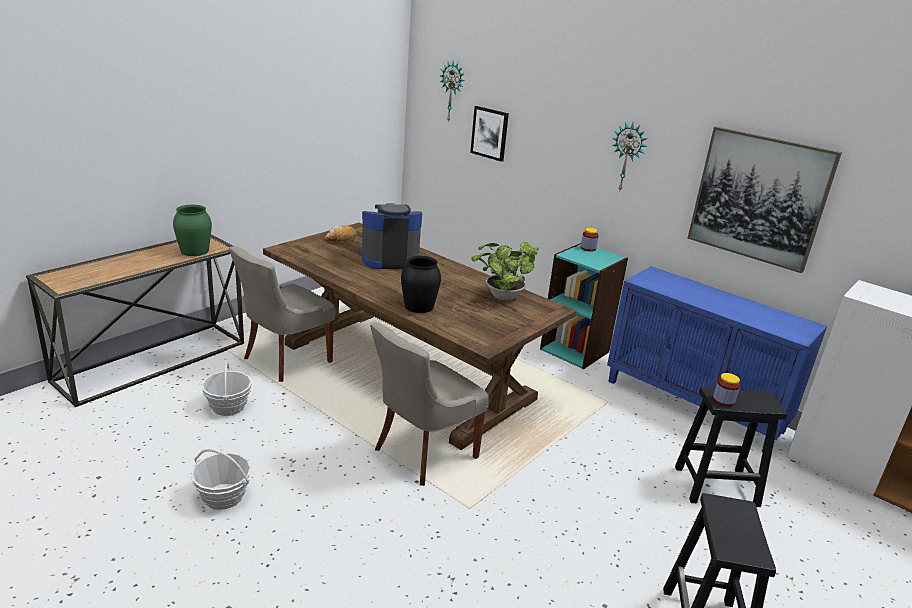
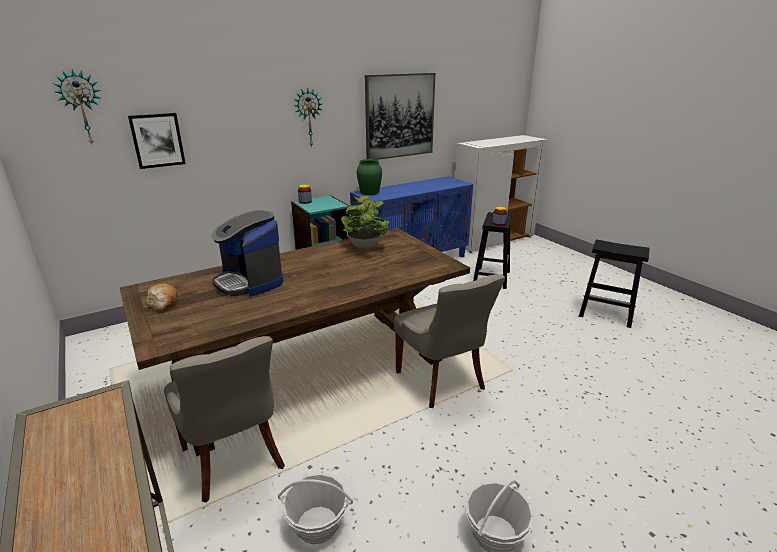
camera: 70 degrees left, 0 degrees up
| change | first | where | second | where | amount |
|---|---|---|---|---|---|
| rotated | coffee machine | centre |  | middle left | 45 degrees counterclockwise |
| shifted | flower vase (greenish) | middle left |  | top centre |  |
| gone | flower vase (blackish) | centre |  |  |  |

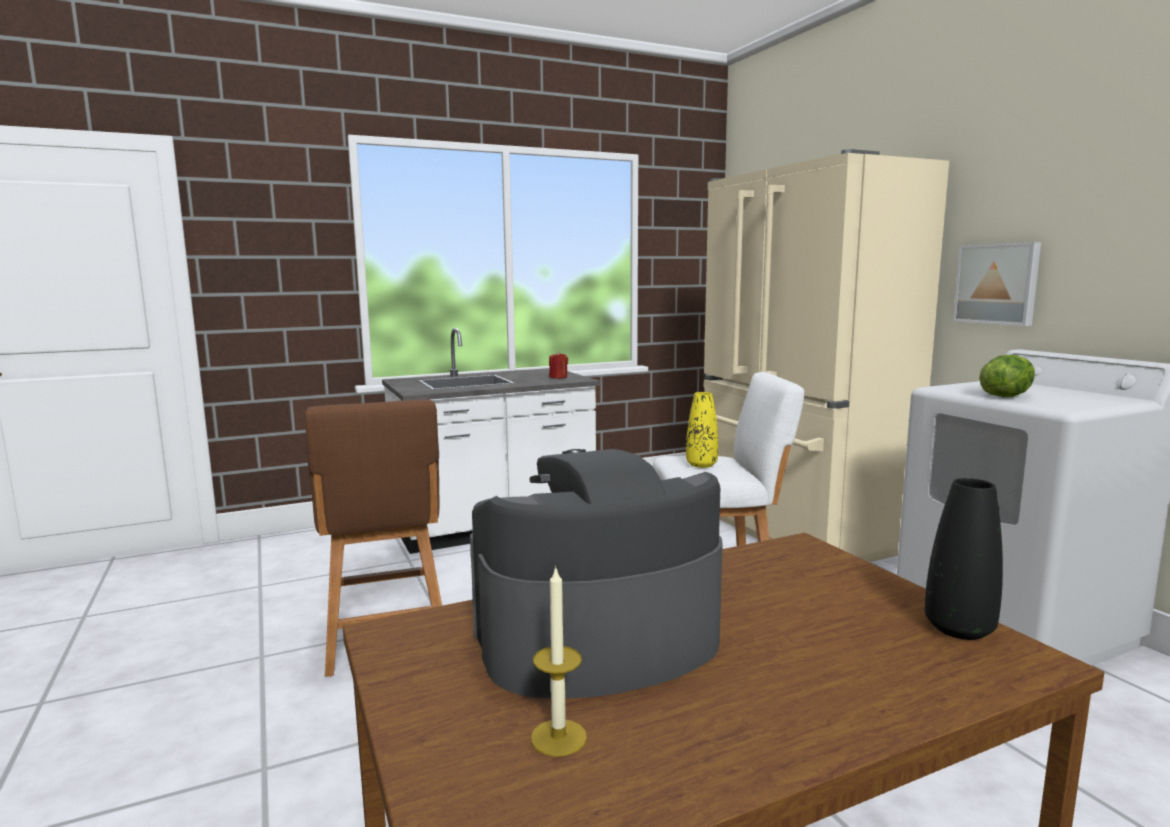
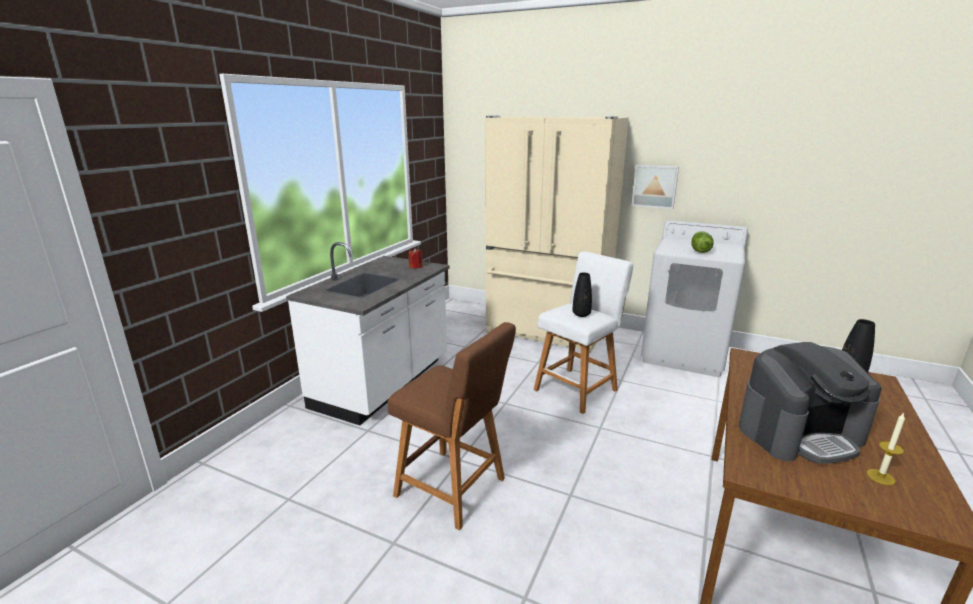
camera: 40 degrees left, 10 degrees up
| change | first | where | second | where | amount |
|---|---|---|---|---|---|
| repainted | flower vase (yellow-coloured) | centre | flower vase (blackish) (no. 1 from left) | centre |  |
| rotated | coffee machine | bottom centre |  | bottom right | 135 degrees counterclockwise |

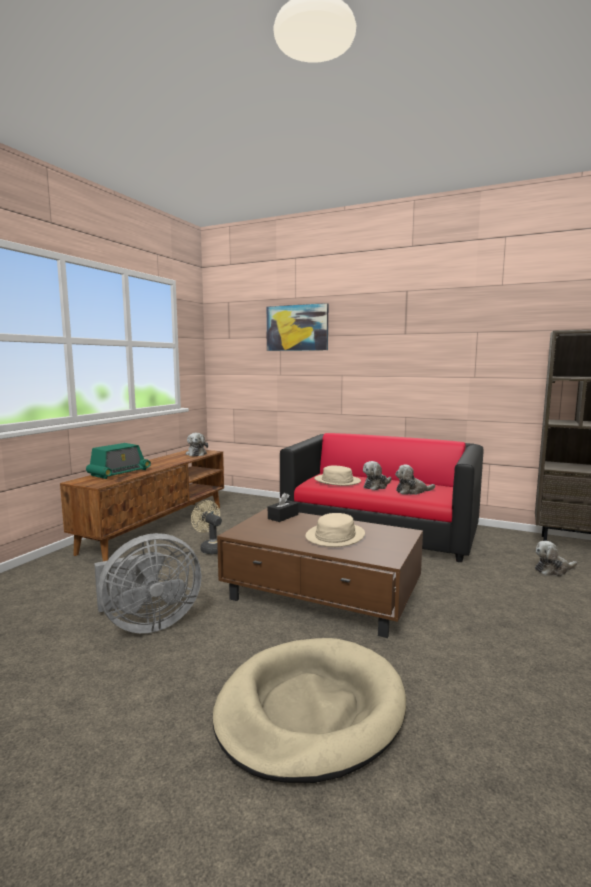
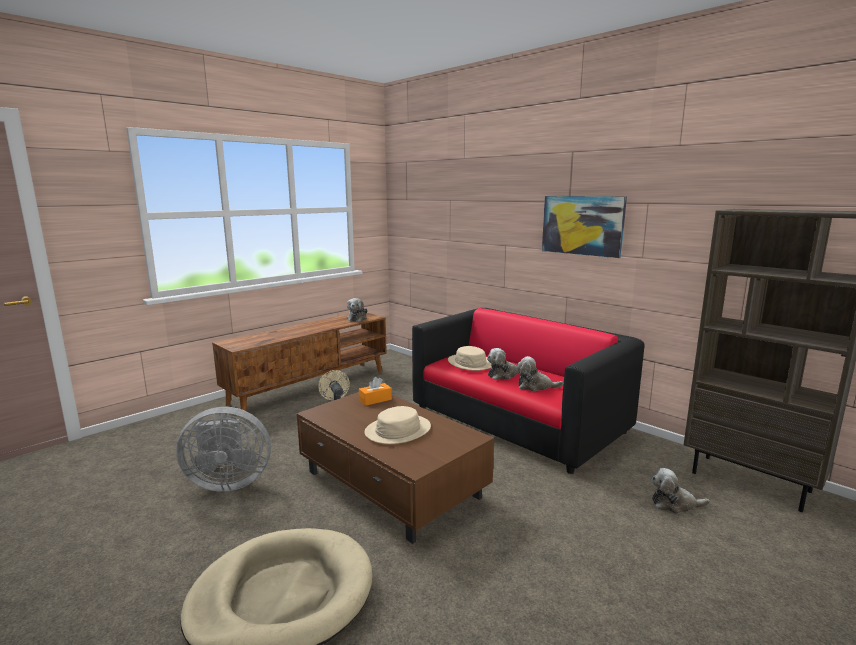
camera: 20 degrees right, 5 degrees up
| change | first | where | second | where | amount |
|---|---|---|---|---|---|
| shifted | picture | centre |  | middle right |  |
| gone | radio | middle left |  |  |  |
| repainted | tissue box (blackish) | centre | tissue box (orange-coloured) | centre |  |

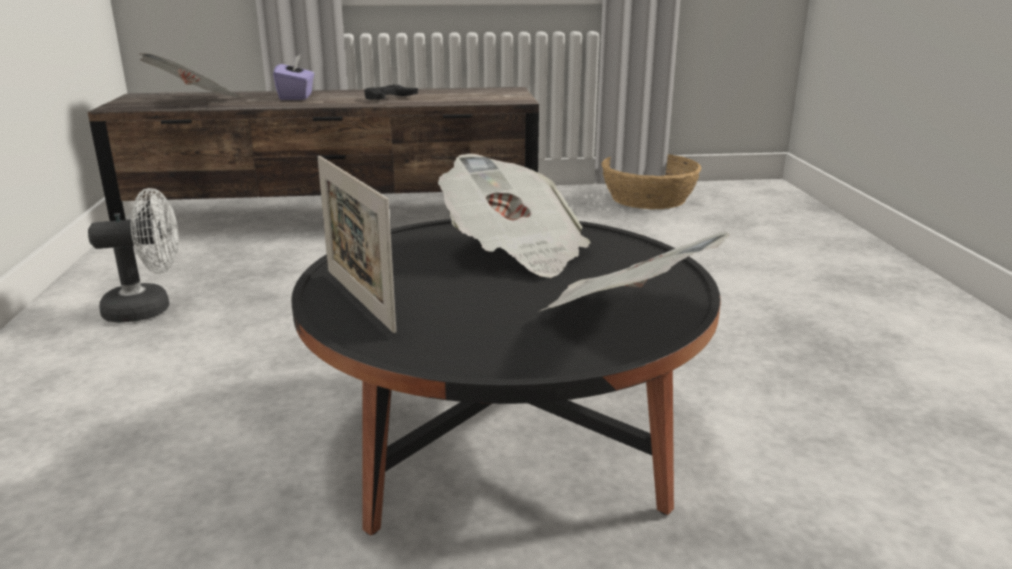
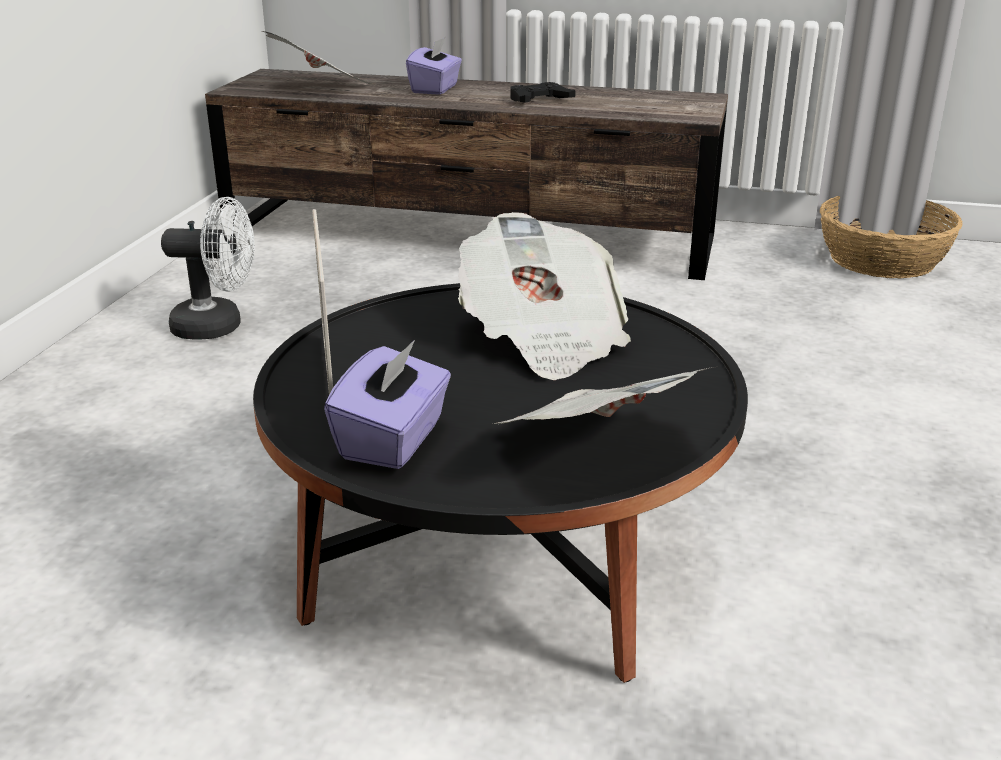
camera: 20 degrees right, 5 degrees up
| change | first | where | second | where | amount |
|---|---|---|---|---|---|
| new |  |  | tissue box (purple) (no. 1 from left) | centre |  |

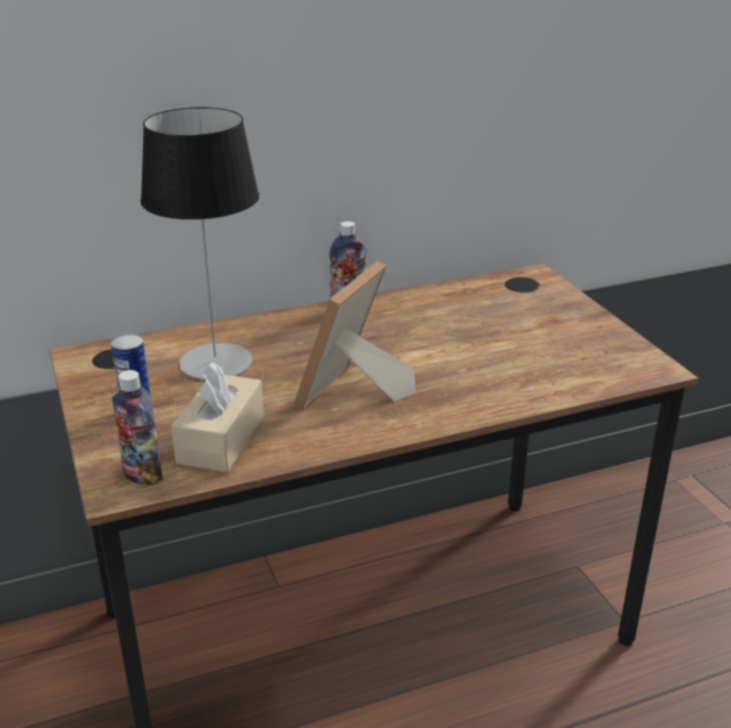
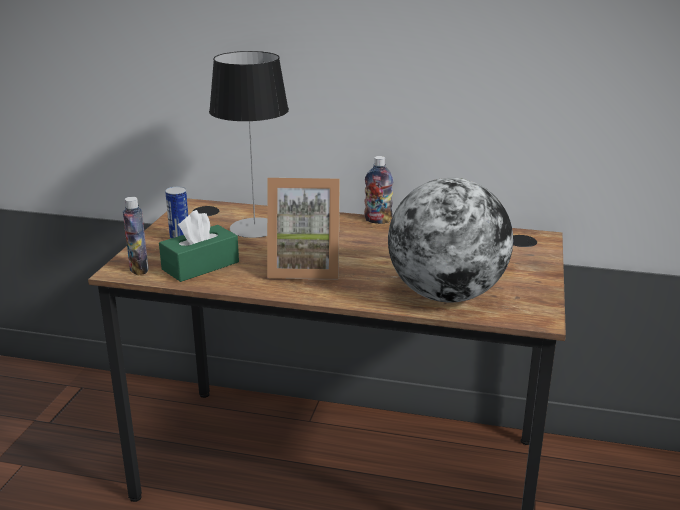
camera: 35 degrees right, 5 degrees down
| change | first | where | second | where | amount |
|---|---|---|---|---|---|
| rotated | photo frame | centre |  | centre | 150 degrees counterclockwise |
| repainted | tissue box (beige) | middle left | tissue box (greenish) | middle left |  |
| new |  |  | globe | centre |  |

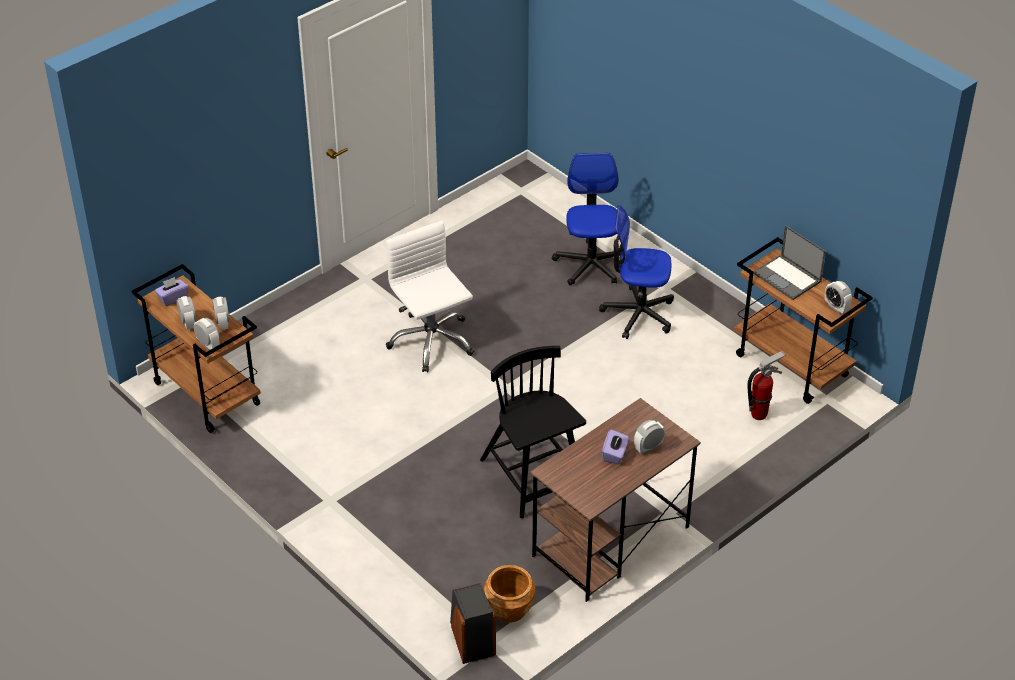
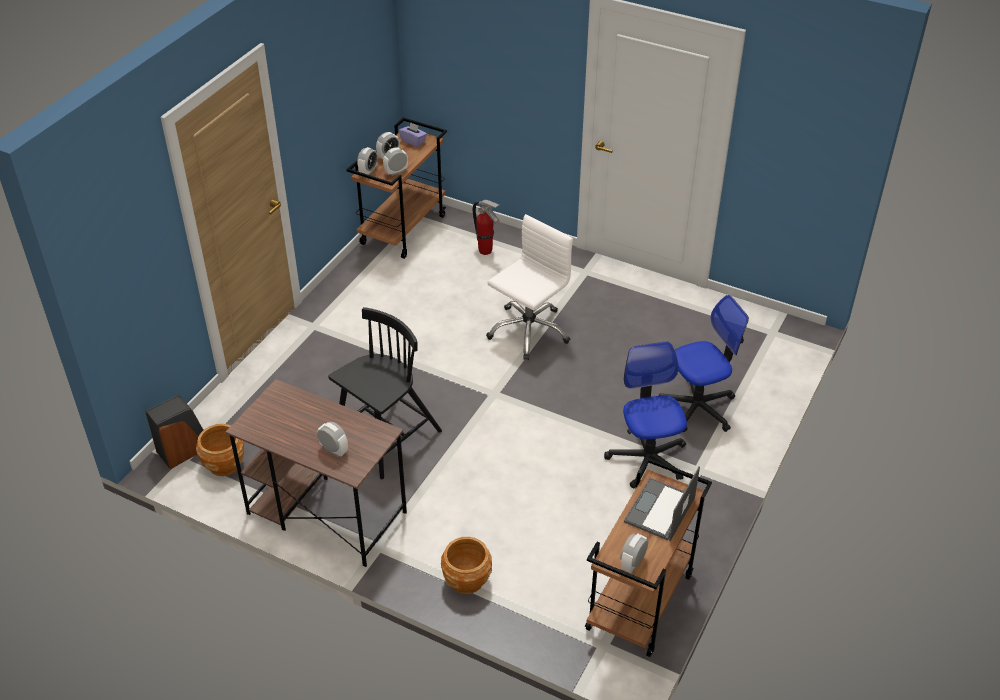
camera: 70 degrees right, 0 degrees up
| change | first | where | second | where | amount |
|---|---|---|---|---|---|
| shifted | extinguisher | middle right |  | top centre |  |
| gone | tissue box (purple) (no. 2 from left) | centre |  |  |  |
| new |  |  | planter (brown) (no. 2 from left) | bottom centre |  |

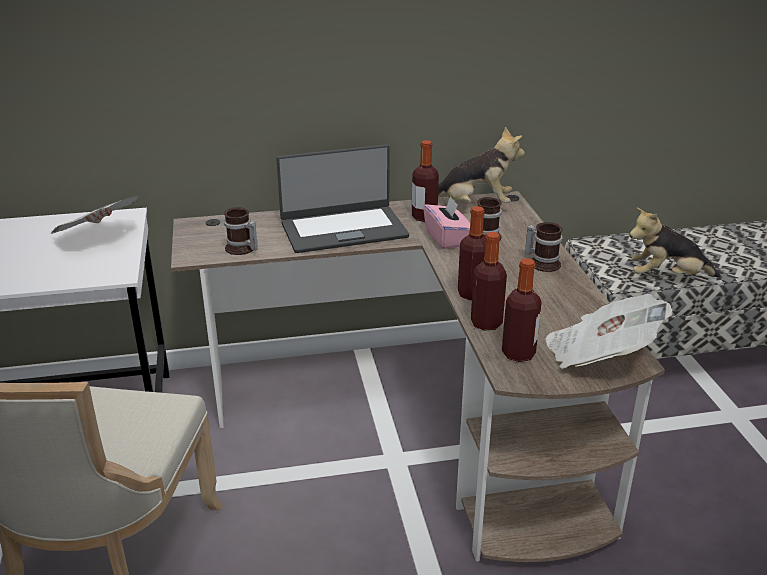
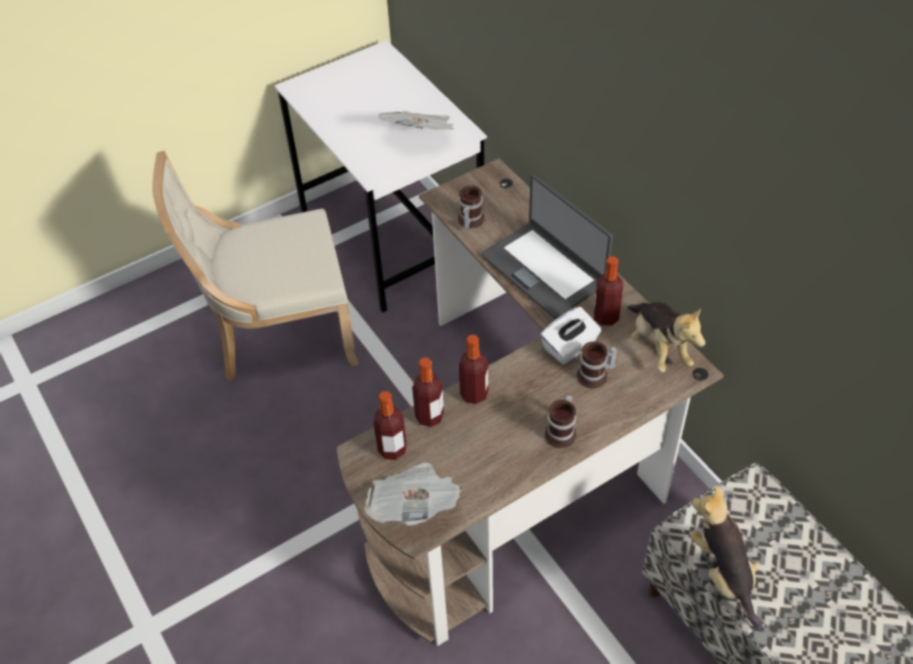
camera: 70 degrees right, 20 degrees up
| change | first | where | second | where | amount |
|---|---|---|---|---|---|
| repainted | tissue box (pink) | centre | tissue box (white-coloured) | centre |  |

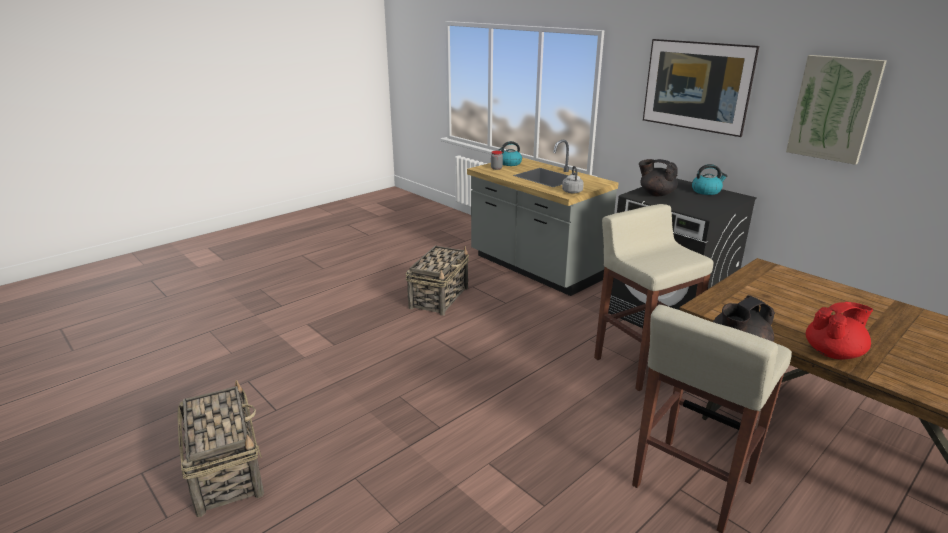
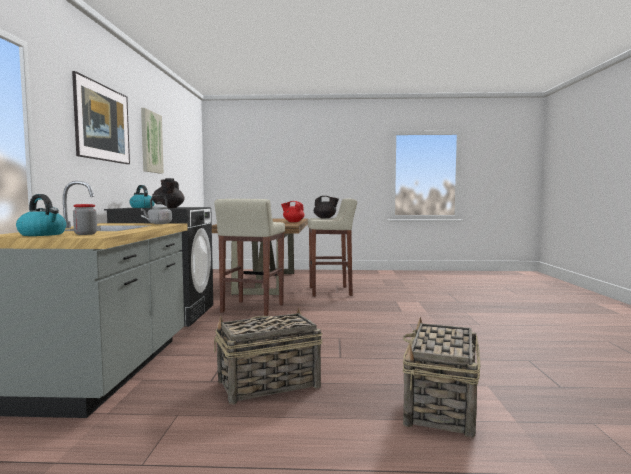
camera: 135 degrees left, 20 degrees down
| change | first | where | second | where | amount |
|---|---|---|---|---|---|
| shifted | storage basket (no. 1 from left in the first image) | bottom left | storage basket (no. 2 from left) | bottom right |  |

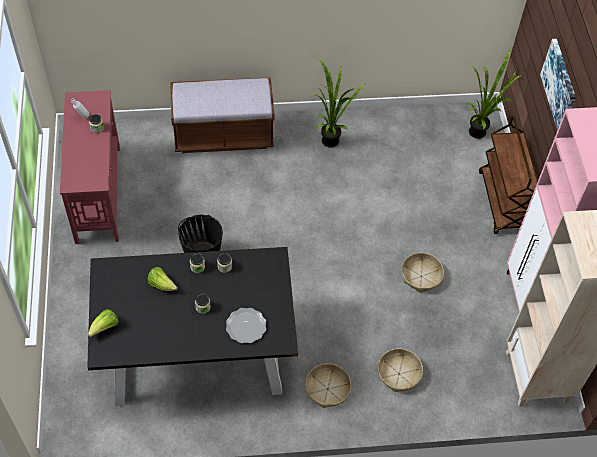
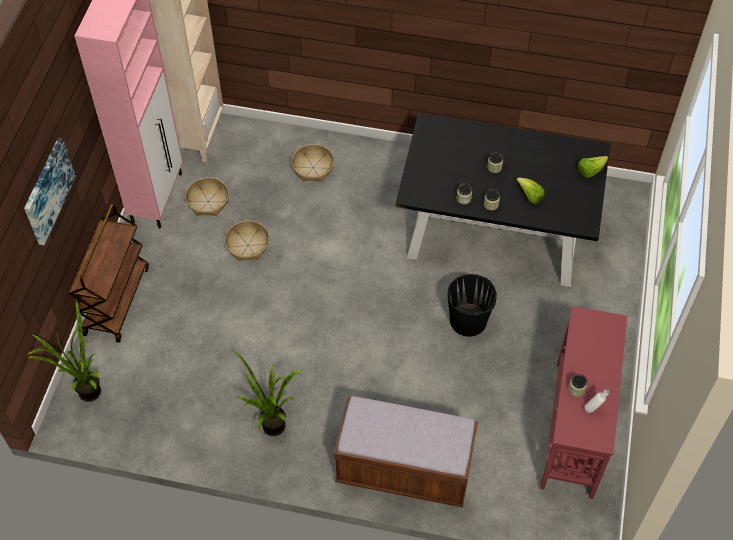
camera: 160 degrees left, 0 degrees up
| change | first | where | second | where | amount |
|---|---|---|---|---|---|
| gone | plate | bottom centre |  |  |  |
| shifted | storage basket (no. 1 from left) | bottom centre |  | middle left |  |

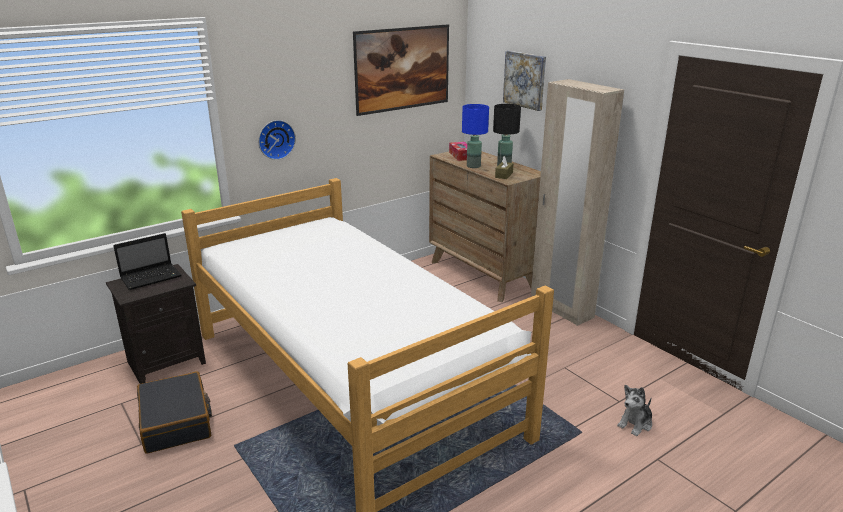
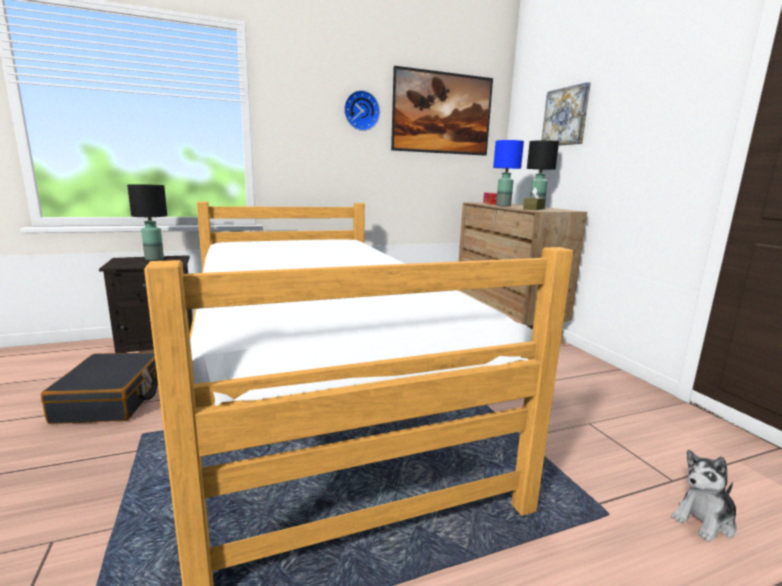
camera: 15 degrees right, 10 degrees down
| change | first | where | second | where | amount |
|---|---|---|---|---|---|
| gone | wardrobe (beige) | middle right |  |  |  |
| shifted | hanging clock | top left |  | top centre |  |
| swapped | portable computer | middle left | table lamp (blackish) (no. 1 from left) | middle left |  |

